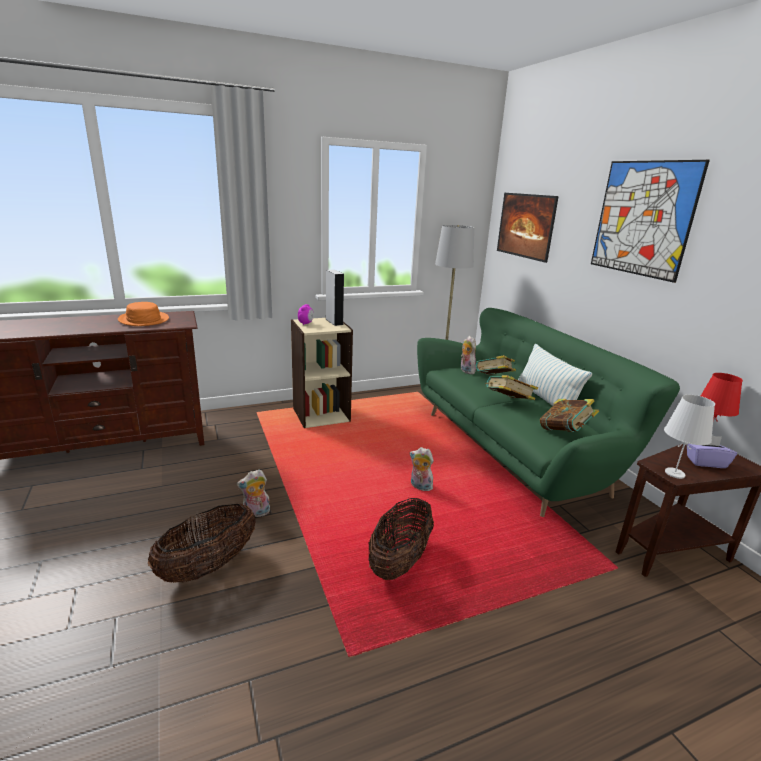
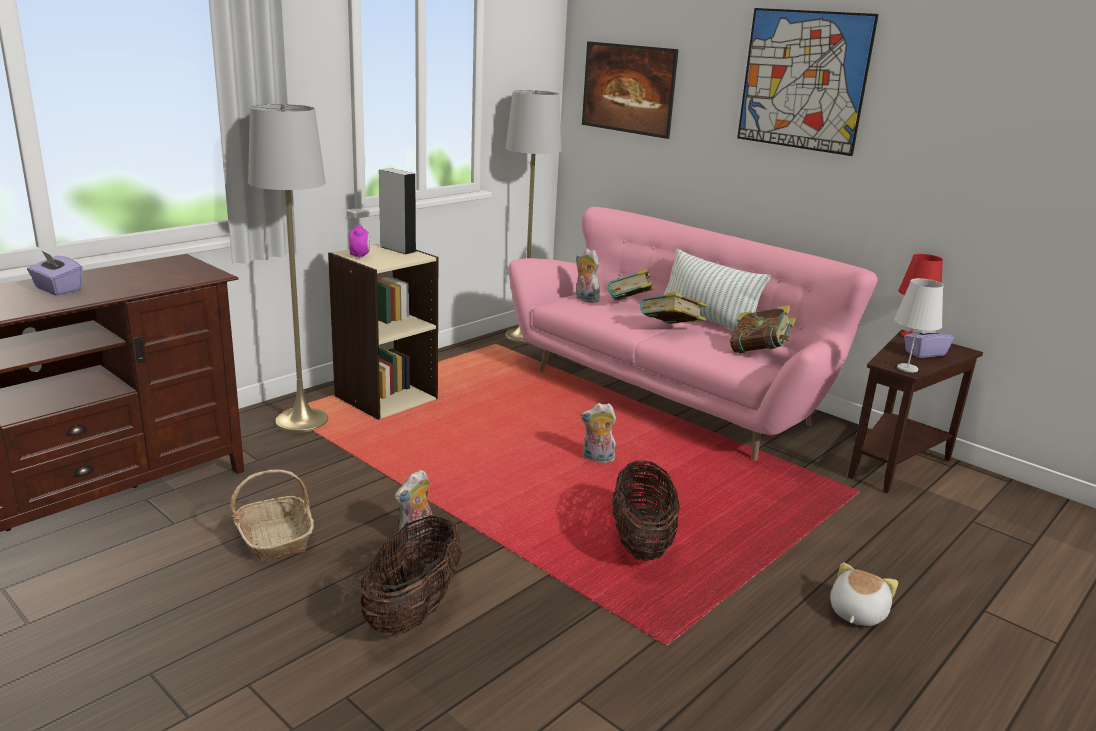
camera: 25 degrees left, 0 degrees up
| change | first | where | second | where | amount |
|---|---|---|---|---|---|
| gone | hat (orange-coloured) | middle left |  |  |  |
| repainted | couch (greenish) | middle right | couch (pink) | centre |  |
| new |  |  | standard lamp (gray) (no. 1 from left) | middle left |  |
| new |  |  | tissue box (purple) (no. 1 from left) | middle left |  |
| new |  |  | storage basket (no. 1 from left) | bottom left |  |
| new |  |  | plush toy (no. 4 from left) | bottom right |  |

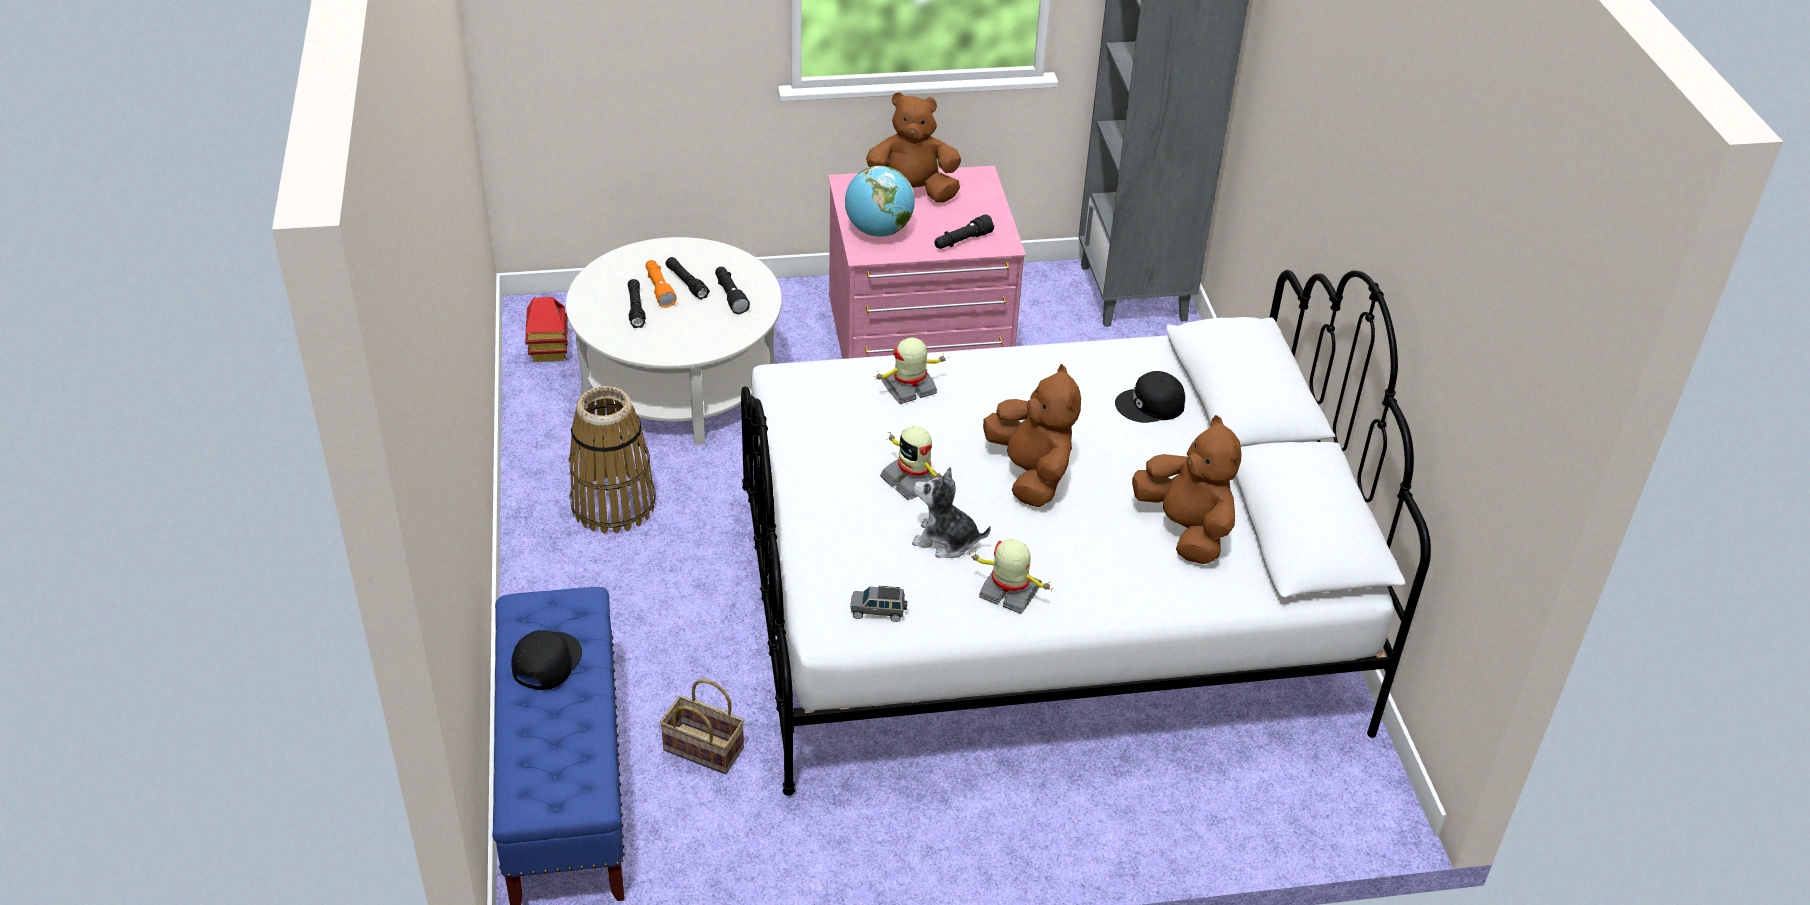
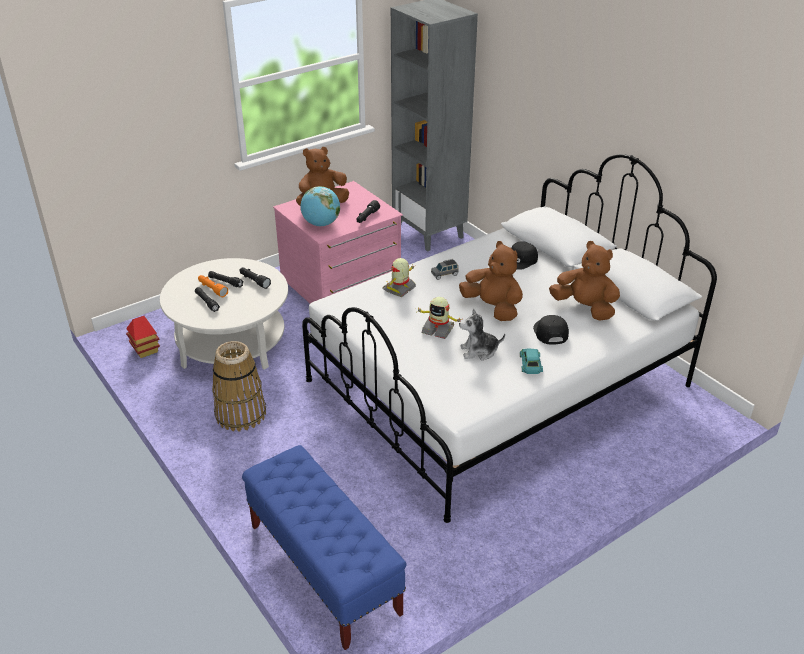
camera: 25 degrees left, 5 degrees down
| change | first | where | second | where | amount |
|---|---|---|---|---|---|
| swapped | robot figure (no. 3 from left) | centre | miniature car (turquoise) | centre |  |
| shifted | miniature car (gray) | bottom centre |  | centre |  |
| shifted | peaked cap (blackish) (no. 1 from left in the first image) | bottom left | peaked cap (blackish) (no. 2 from left) | middle right |  |
| gone | storage basket (no. 2 from left) | bottom centre |  |  |  |

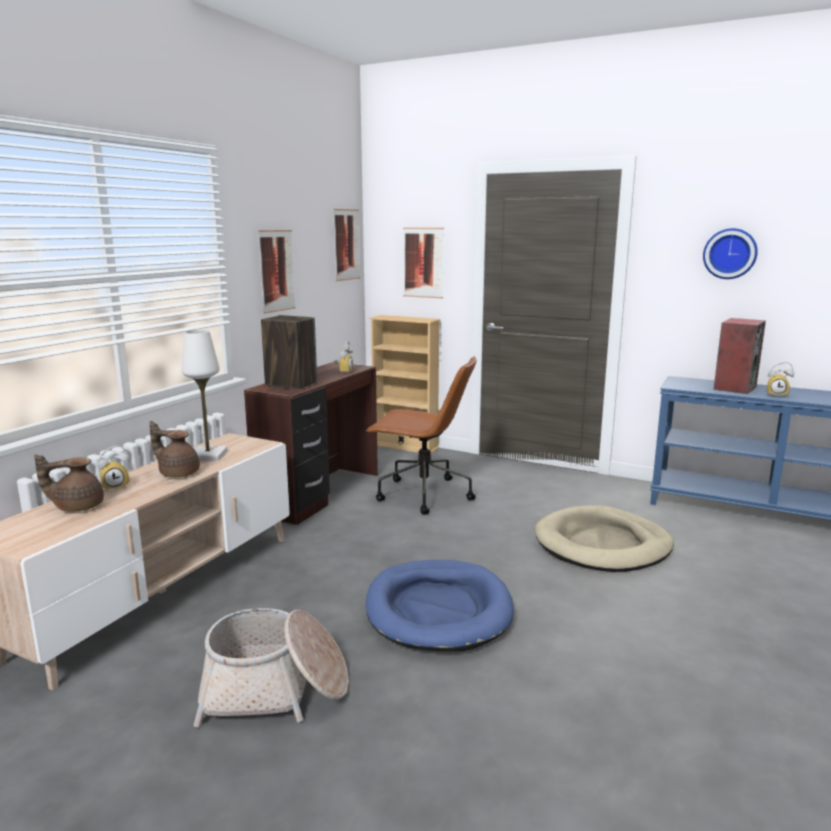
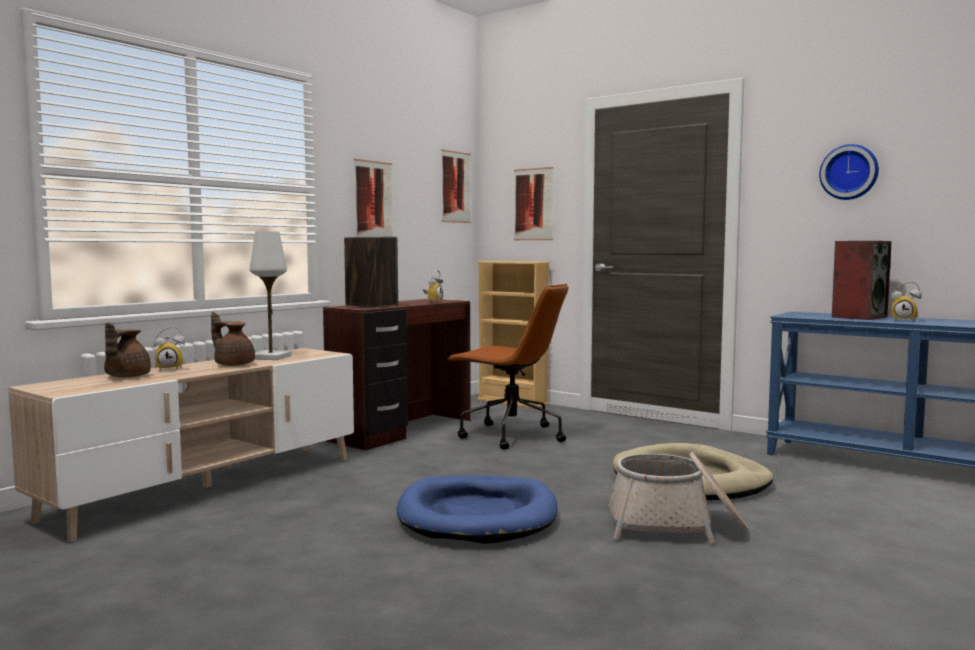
camera: 10 degrees right, 10 degrees down
| change | first | where | second | where | amount |
|---|---|---|---|---|---|
| rotated | teapot (brown) (no. 1 from left) | middle left |  | middle left | 75 degrees counterclockwise |
| shifted | storage basket | bottom left |  | bottom right |  |

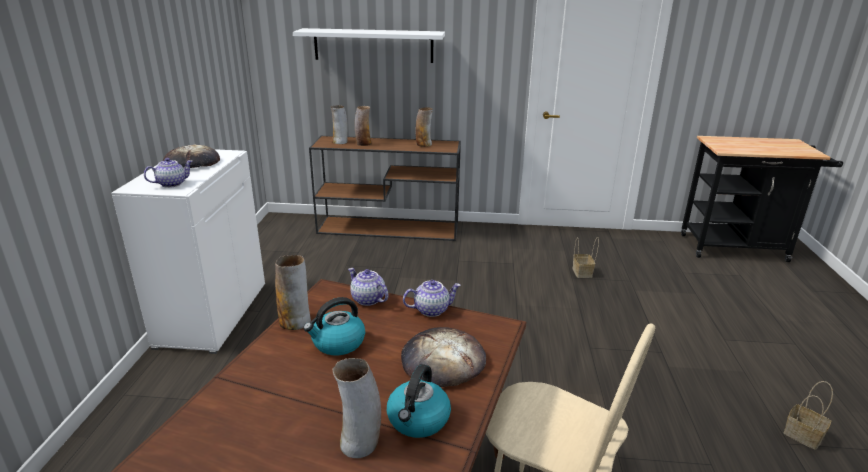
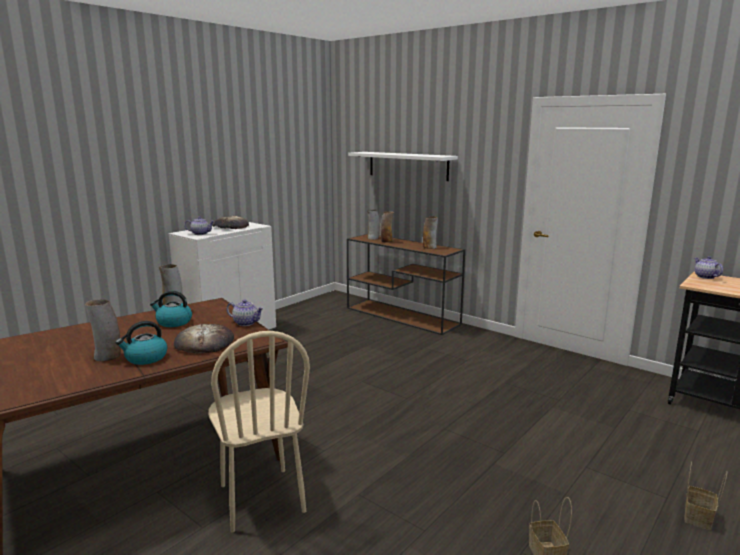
camera: 35 degrees right, 10 degrees down
| change | first | where | second | where | amount |
|---|---|---|---|---|---|
| shifted | storage basket (no. 1 from left in the first image) | middle right | storage basket (no. 2 from left) | bottom right |  |
| shifted | teapot (no. 2 from left in the first image) | centre | teapot (no. 3 from left) | middle right |  |

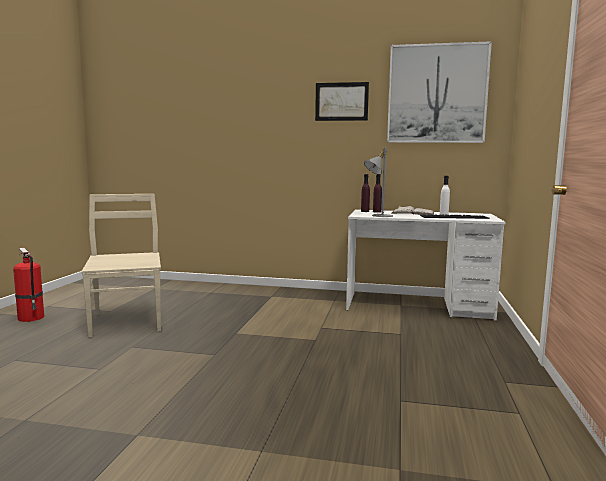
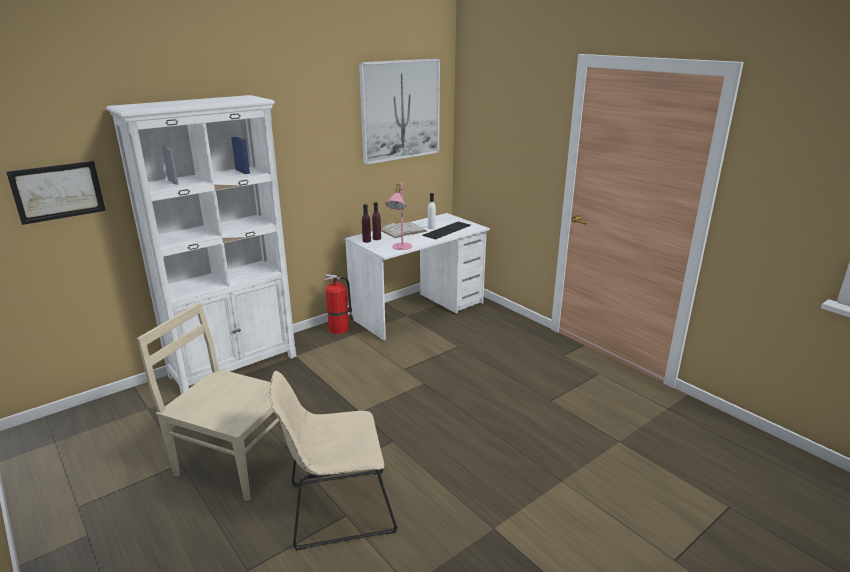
camera: 50 degrees left, 15 degrees up
| change | first | where | second | where | amount |
|---|---|---|---|---|---|
| shifted | picture (no. 1 from left) | top centre |  | middle left |  |
| repainted | table lamp (gray) | centre | table lamp (pink) | centre |  |
| shifted | extinguisher | middle left |  | centre |  |
| new |  |  | shelving unit (white-coloured) | middle left |  |
| new |  |  | upright chair (beige) (no. 2 from left) | bottom centre |  |

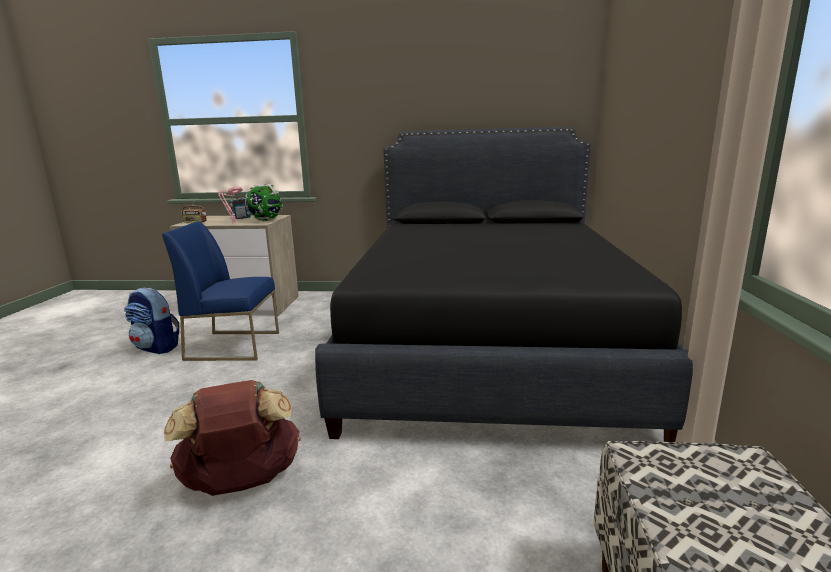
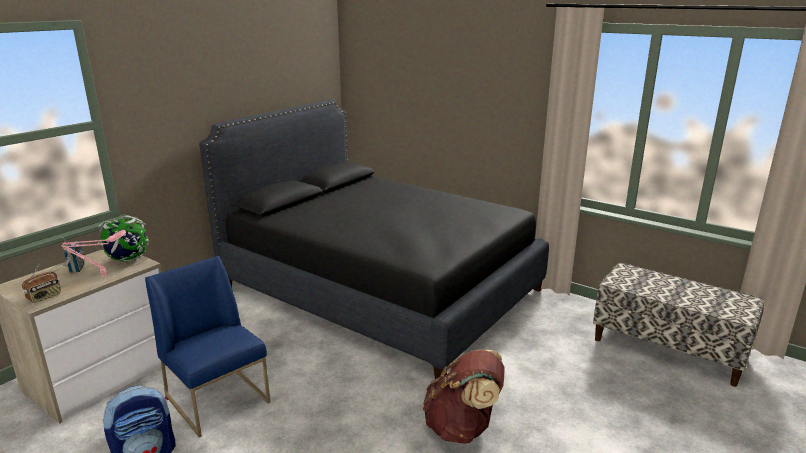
camera: 60 degrees left, 5 degrees up
| change | first | where | second | where | amount |
|---|---|---|---|---|---|
| rotated | upright chair (blue) | middle left |  | bottom left | 105 degrees clockwise |

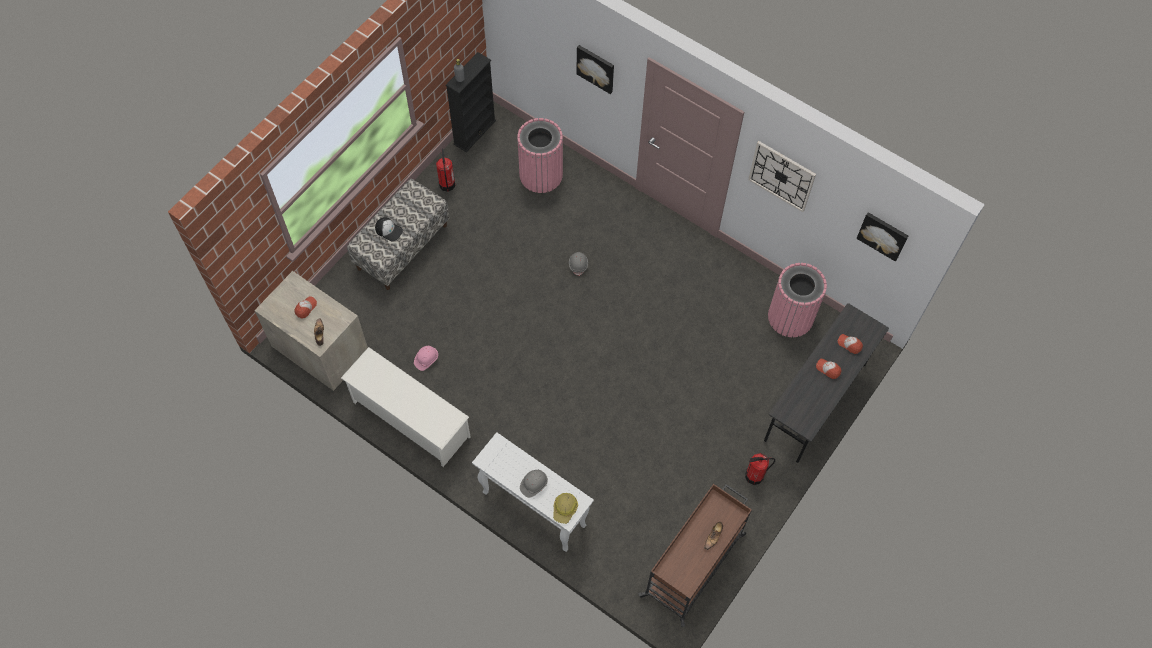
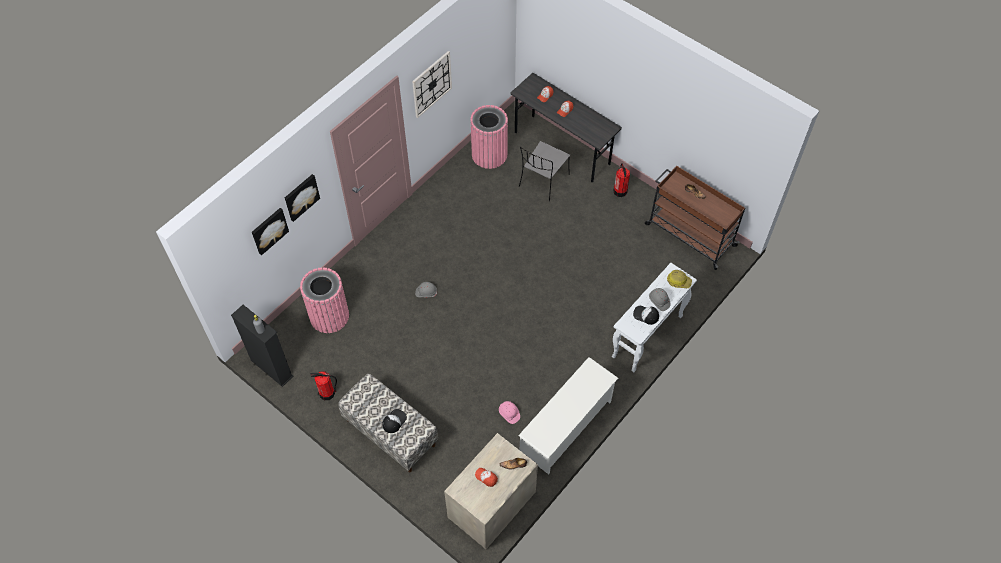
camera: 85 degrees left, 5 degrees down
| change | first | where | second | where | amount |
|---|---|---|---|---|---|
| shifted | picture (no. 2 from left in the first image) | middle right | picture (no. 1 from left) | middle left |  |
| new |  |  | upright chair (gray) | top centre |  |
| new |  |  | peaked cap (no. 5 from left) | centre |  |

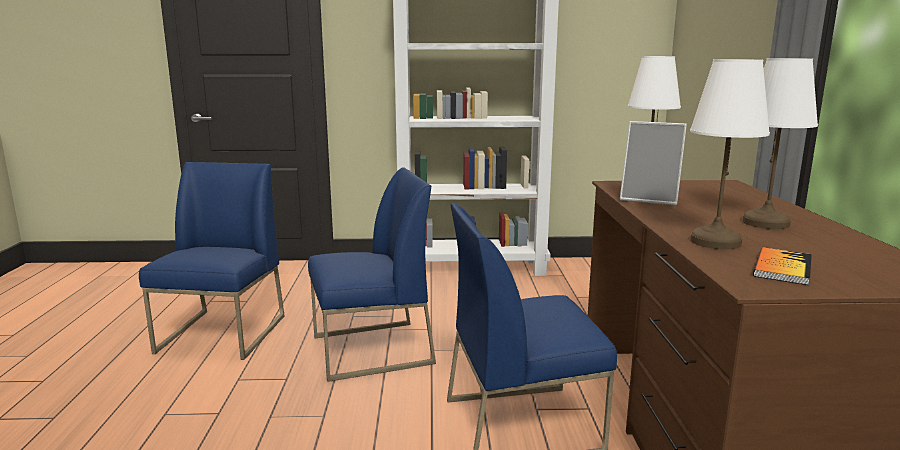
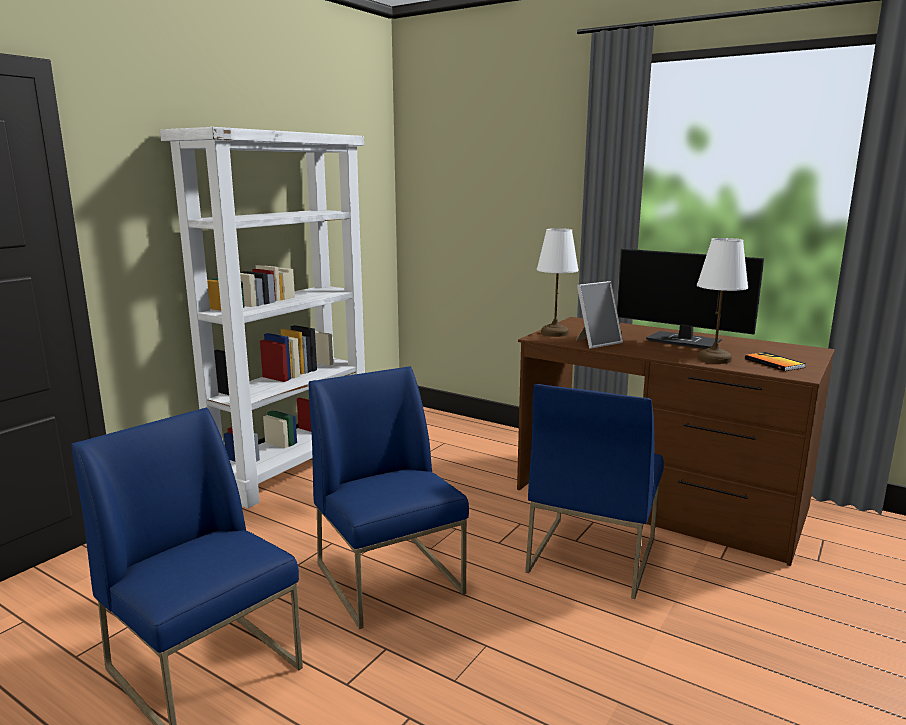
camera: 55 degrees left, 0 degrees up
| change | first | where | second | where | amount |
|---|---|---|---|---|---|
| swapped | table lamp (white-coloured) (no. 3 from left) | top right | computer screen | middle right |  |
| rotated | upright chair (blue) (no. 2 from left) | centre |  | bottom centre | 45 degrees counterclockwise |

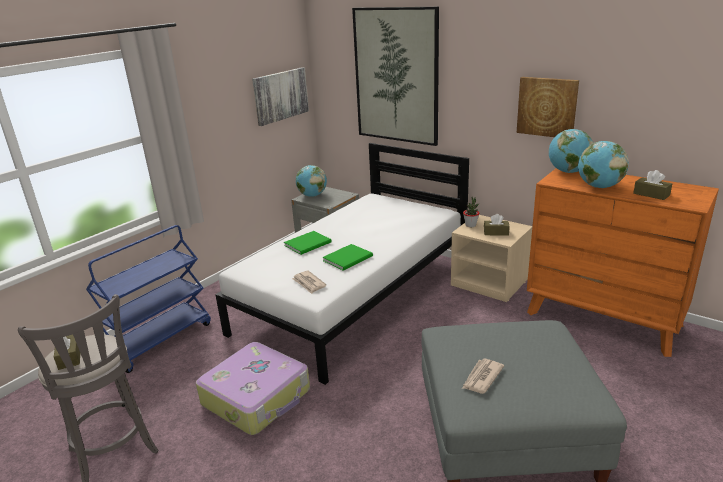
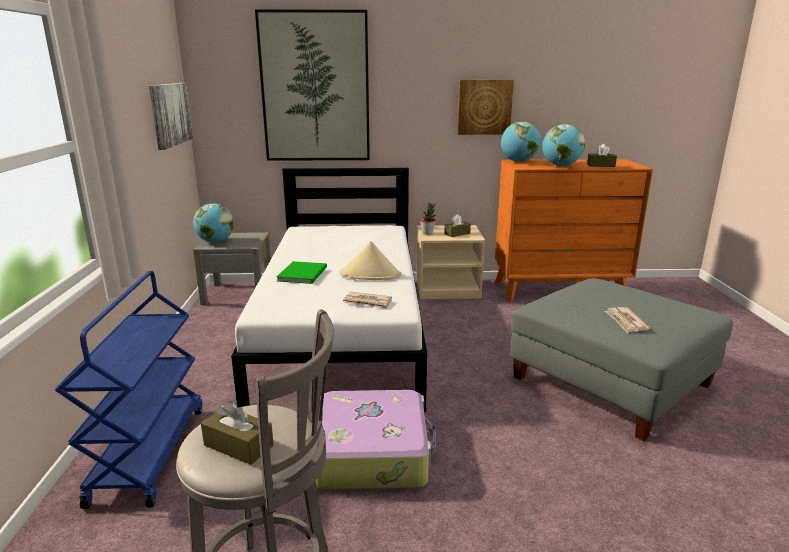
camera: 40 degrees left, 5 degrees down
| change | first | where | second | where | amount |
|---|---|---|---|---|---|
| swapped | bound book (greenish) (no. 2 from left) | centre | hat (beige) | centre |  |

